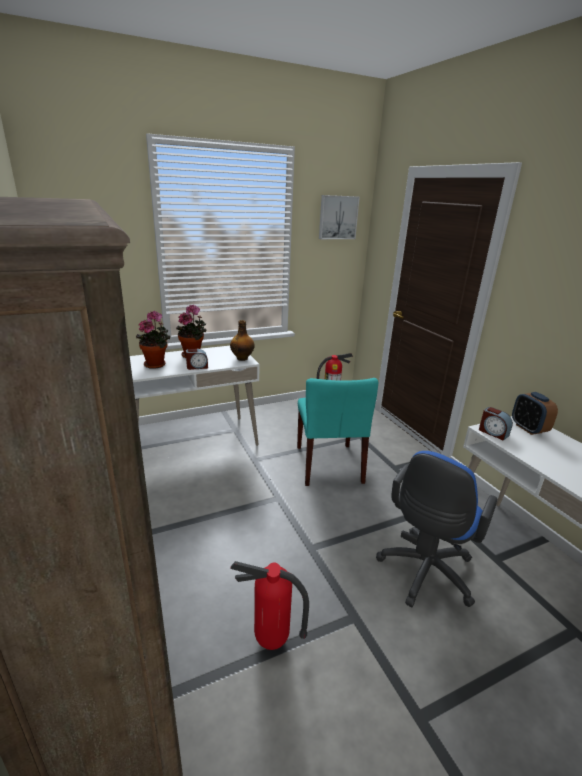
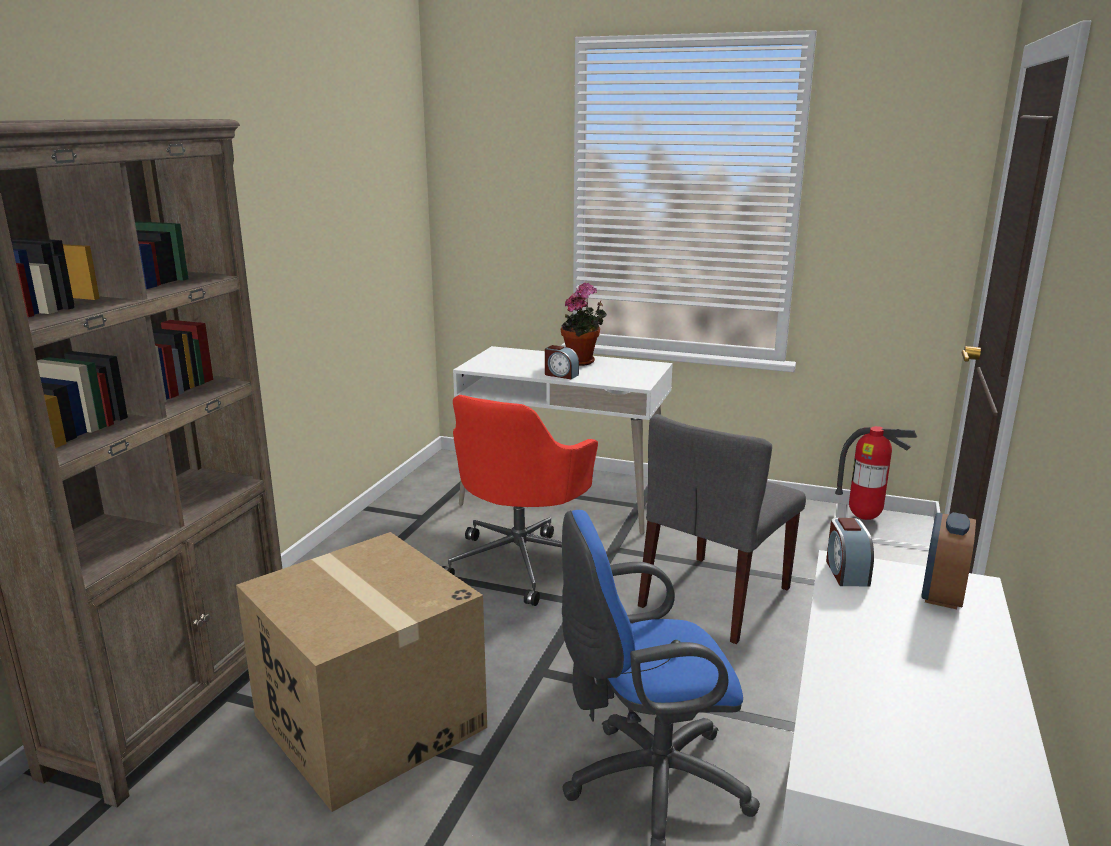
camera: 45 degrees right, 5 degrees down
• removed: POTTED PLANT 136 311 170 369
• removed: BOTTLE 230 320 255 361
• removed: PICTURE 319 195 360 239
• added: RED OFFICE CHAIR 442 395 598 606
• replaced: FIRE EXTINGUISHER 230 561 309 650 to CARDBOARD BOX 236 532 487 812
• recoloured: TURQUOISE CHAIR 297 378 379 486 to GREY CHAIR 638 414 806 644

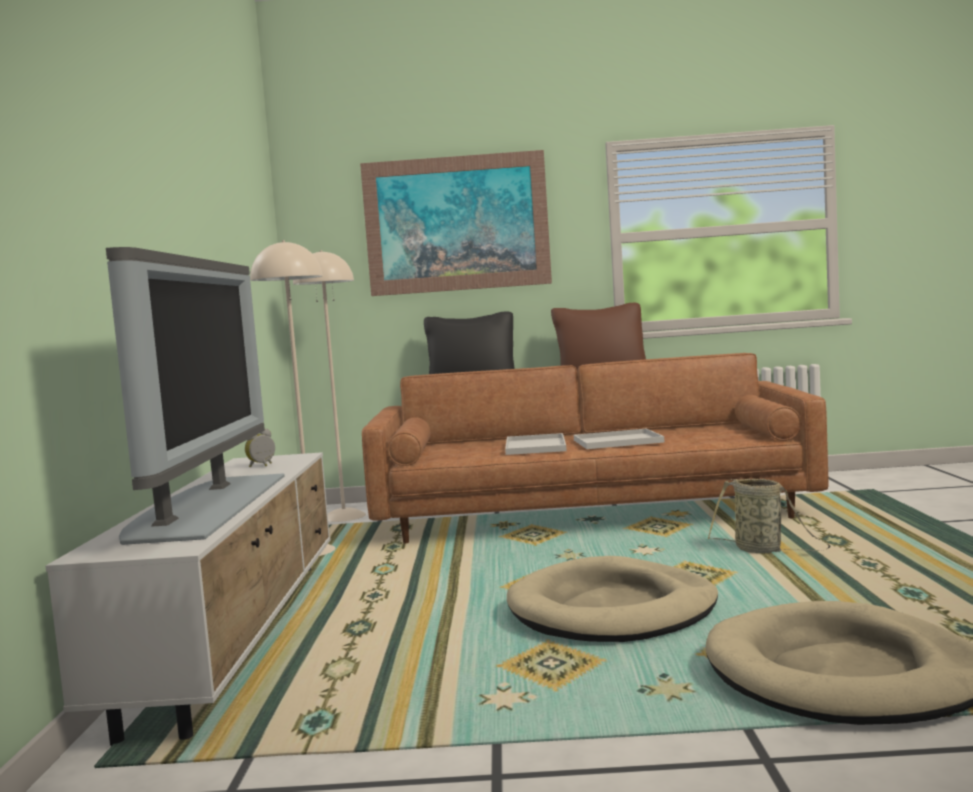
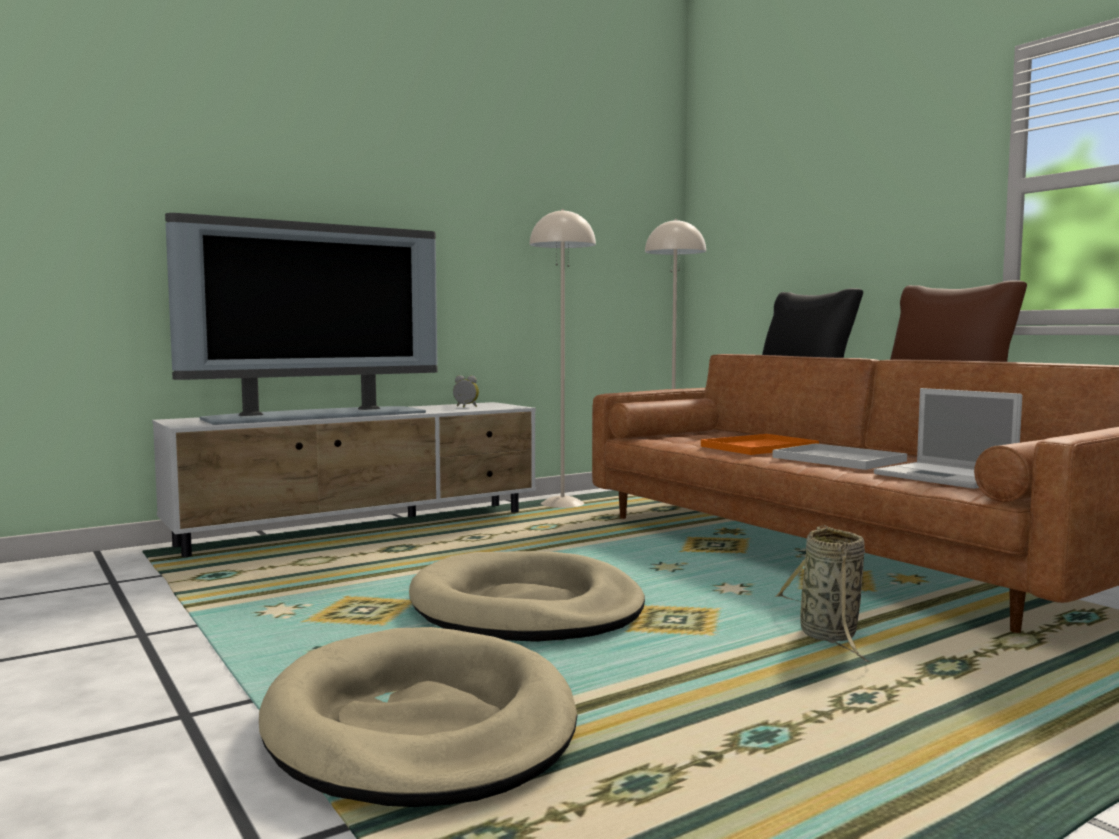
camera: 55 degrees right, 0 degrees up
• removed: PICTURE 360 150 552 296
• added: LAPTOP 874 388 1022 489
• recoloured: WHITE TRAY 505 433 567 455 to ORANGE TRAY 701 434 819 455

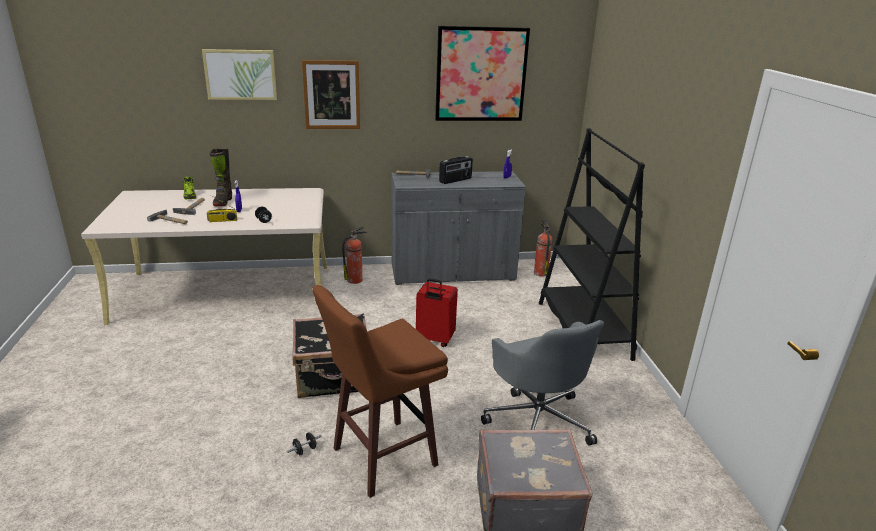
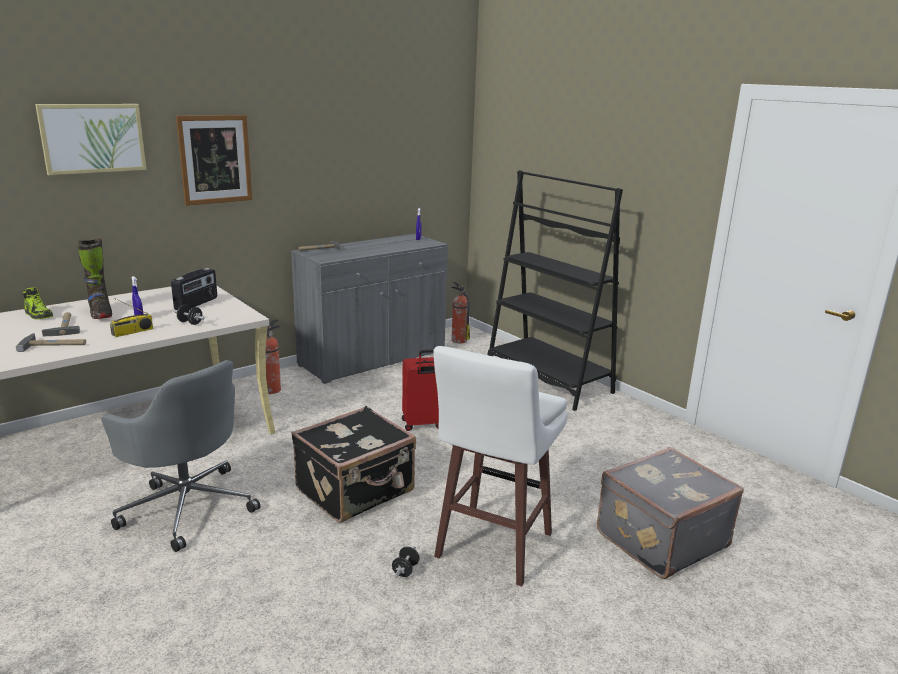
camera: 30 degrees left, 5 degrees down
• removed: PICTURE 435 26 530 121
• moved: RADIO 439 156 473 184 to 171 268 217 310
• moved: GREY OFFICE CHAIR 481 320 604 446 to 101 360 260 552
• recoloured: BROWN STOOL 312 285 448 498 to WHITE STOOL 433 346 568 587

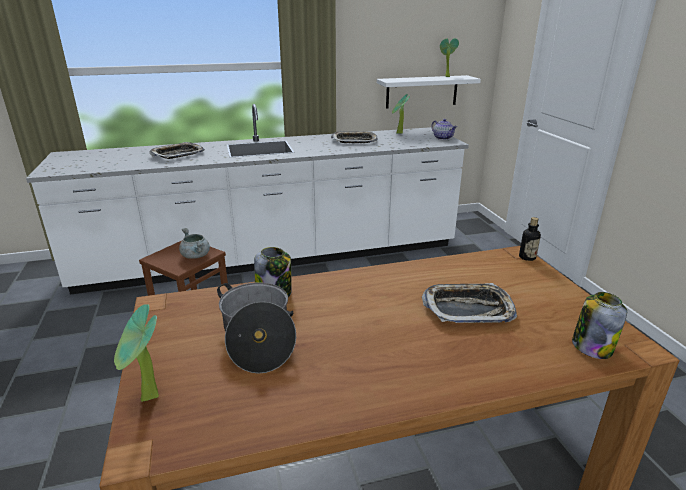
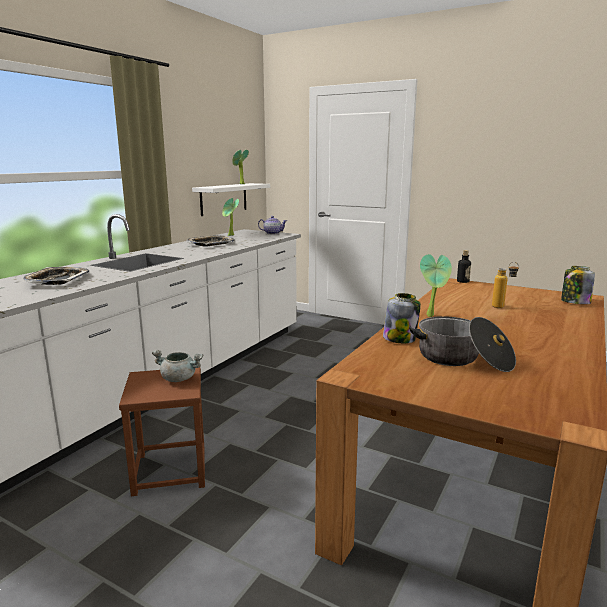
camera: 45 degrees left, 10 degrees down
• moved: POTTED PLANT 114 304 159 402 to 420 254 452 317
• replaced: TRAY 422 283 517 323 to BOTTLE 492 262 519 308

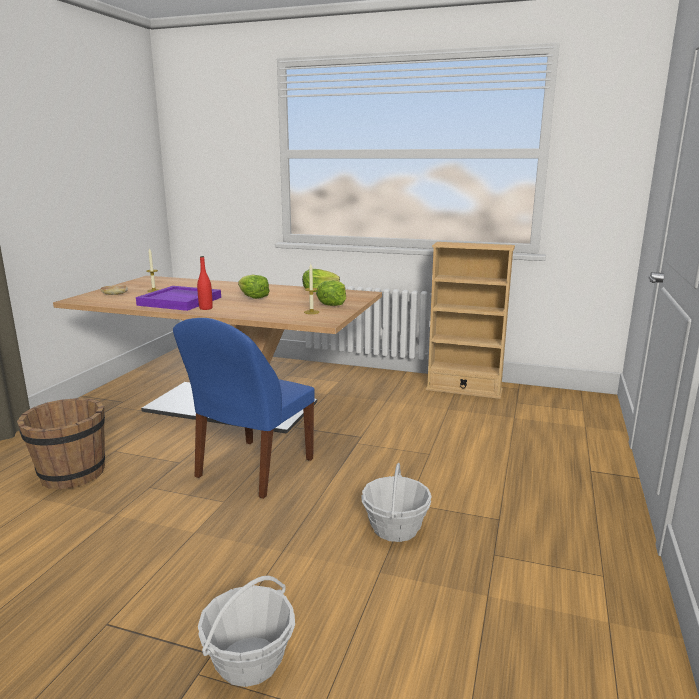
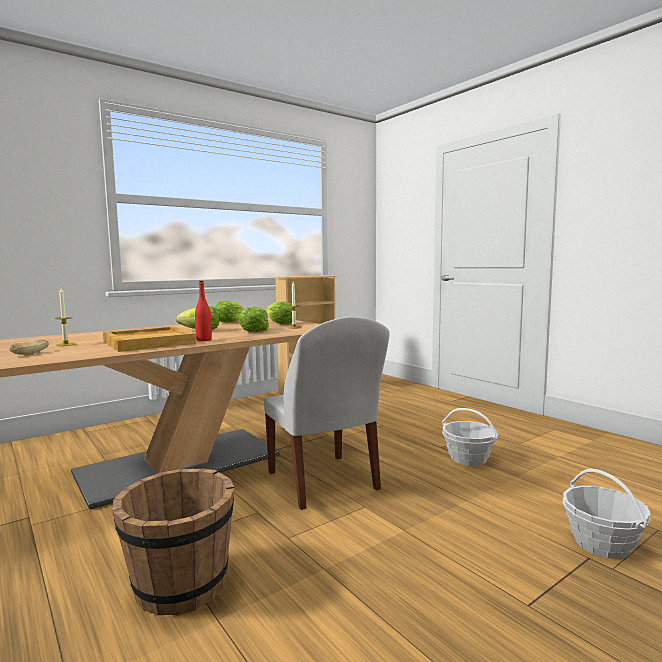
camera: 55 degrees left, 10 degrees down
• added: LETTUCE 239 307 269 332
• recoloured: PURPLE TRAY 136 286 221 311 to BEIGE TRAY 103 326 196 352
• recoloured: BLUE CHAIR 173 318 314 499 to WHITE CHAIR 264 317 390 510

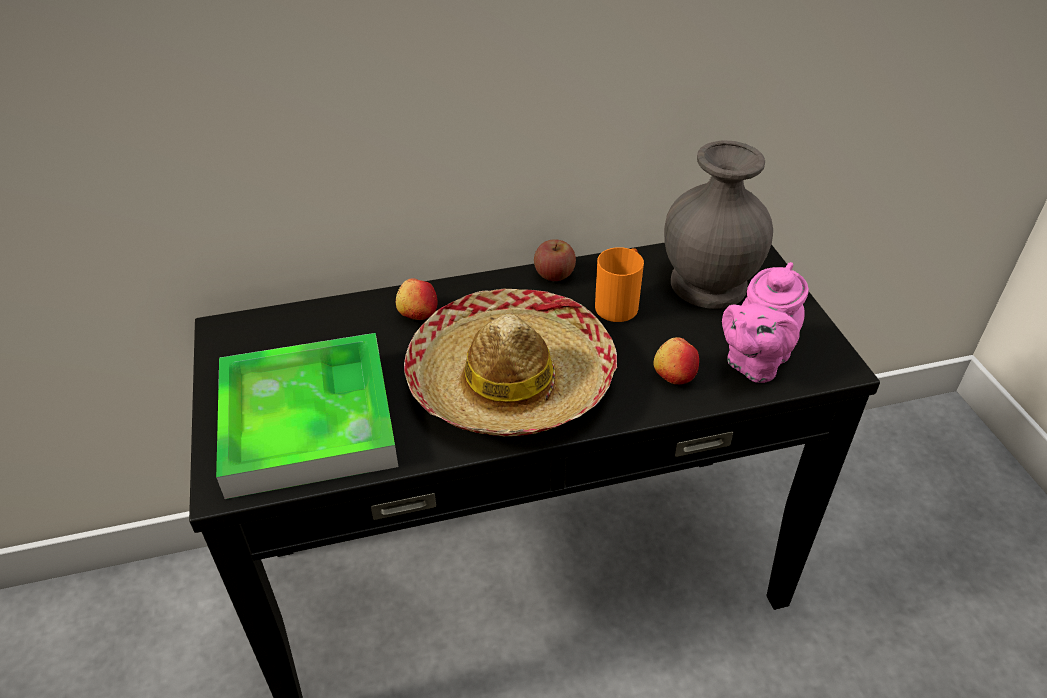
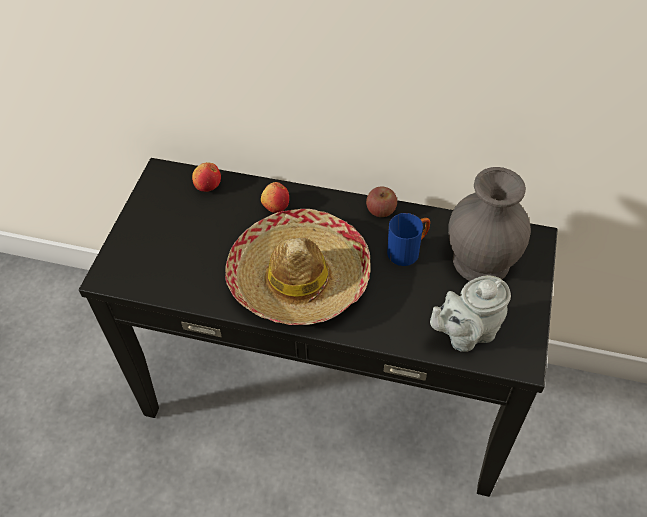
camera: 30 degrees right, 10 degrees up
• removed: TRAY 216 333 398 499
• moved: APPLE 654 337 699 385 to 192 162 221 192
• recoloured: ORANGE MUG 595 247 644 322 to BLUE MUG 387 213 430 266
• recoloured: PINK TEAPOT 722 262 809 383 to GREY TEAPOT 430 275 511 352

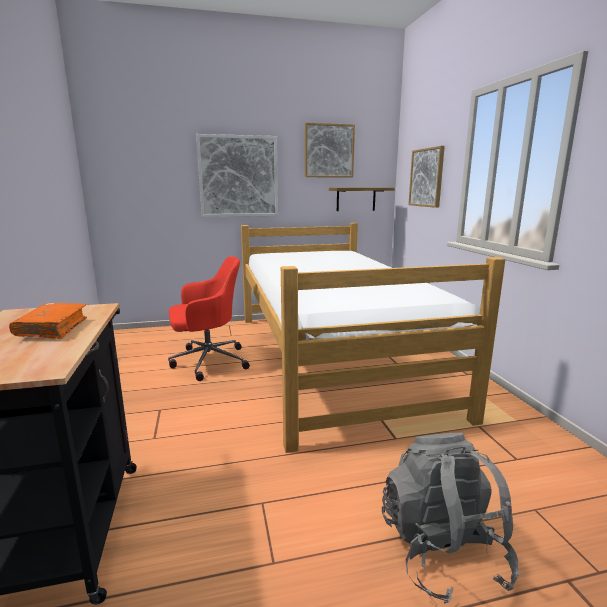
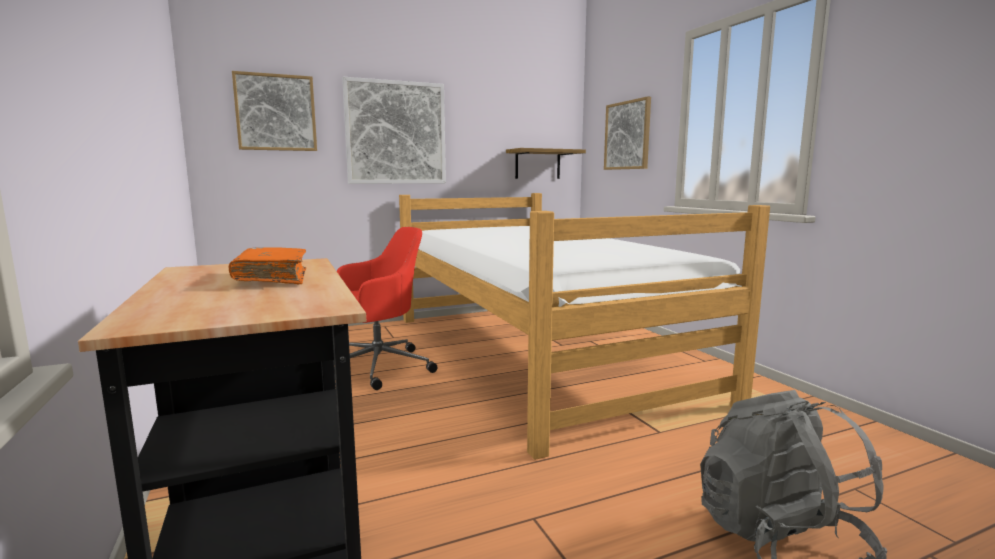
camera: 10 degrees left, 5 degrees down
• moved: PICTURE 305 123 355 178 to 232 71 317 151

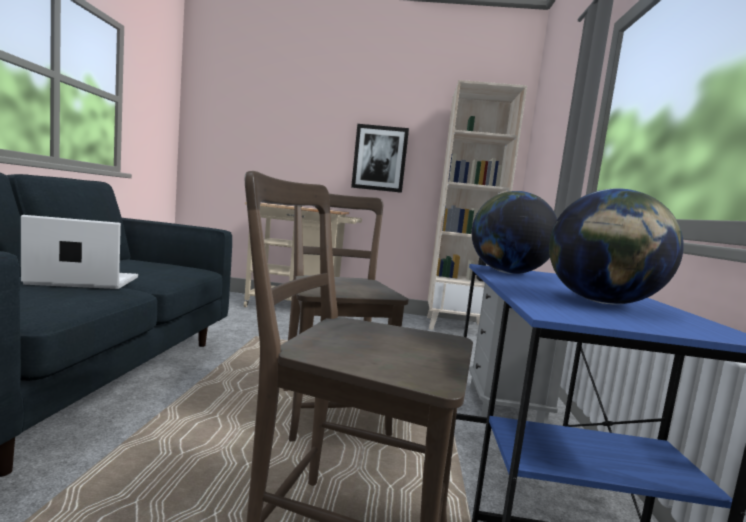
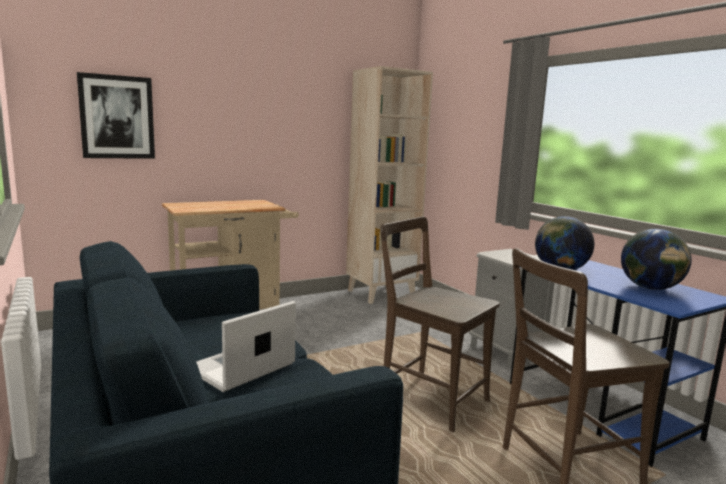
camera: 35 degrees left, 5 degrees up
• moved: PICTURE 351 124 409 193 to 77 72 155 159

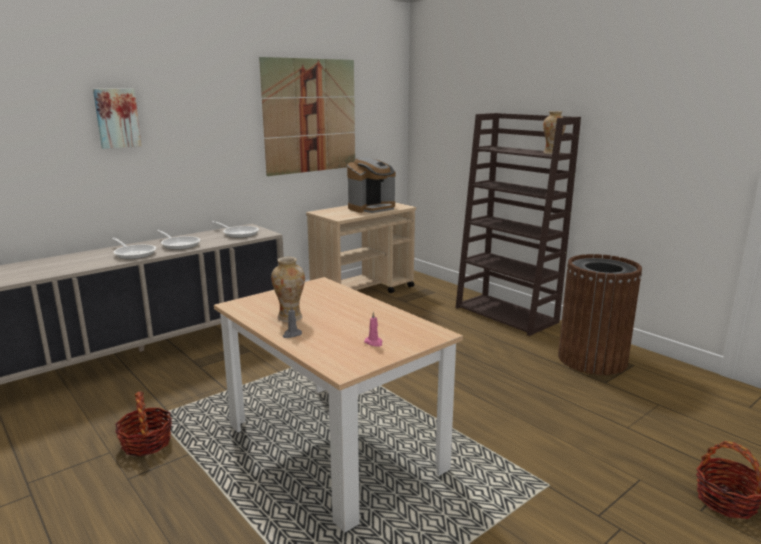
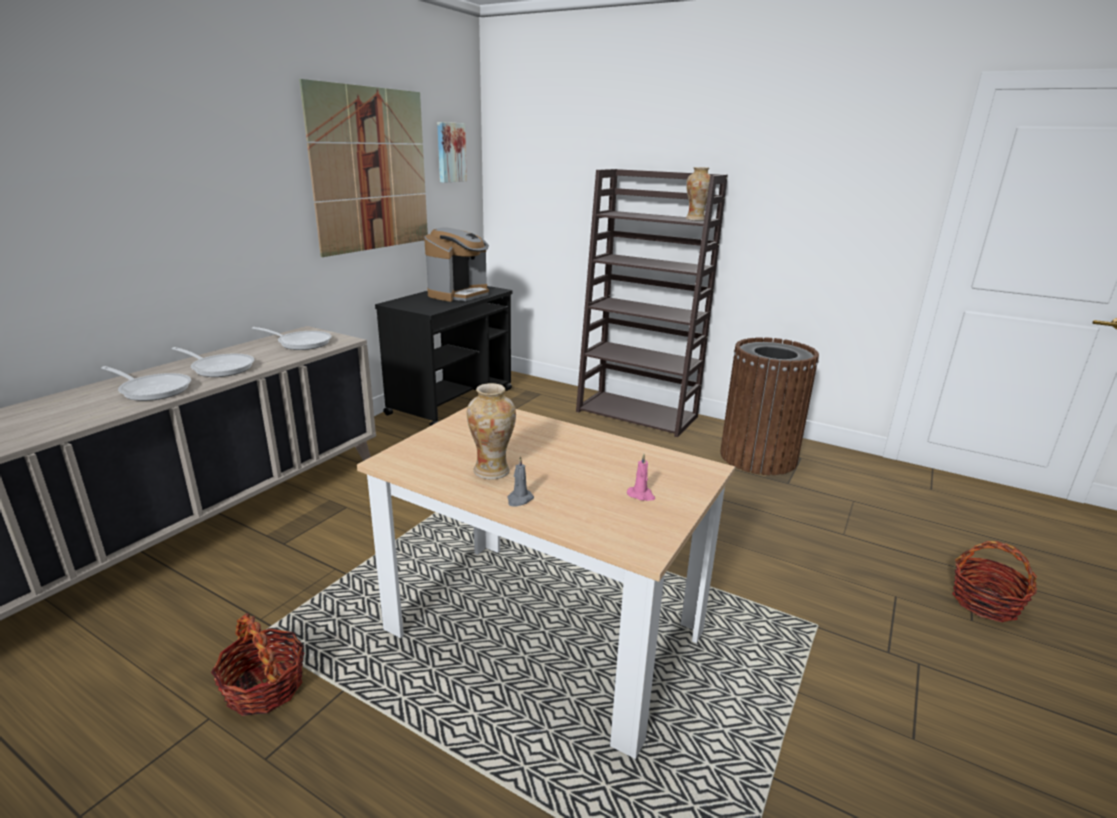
camera: 20 degrees left, 5 degrees up
• moved: PICTURE 93 89 142 149 to 437 122 467 183
• recoloured: BEIGE CART 306 202 416 293 to BLACK CART 375 286 512 426

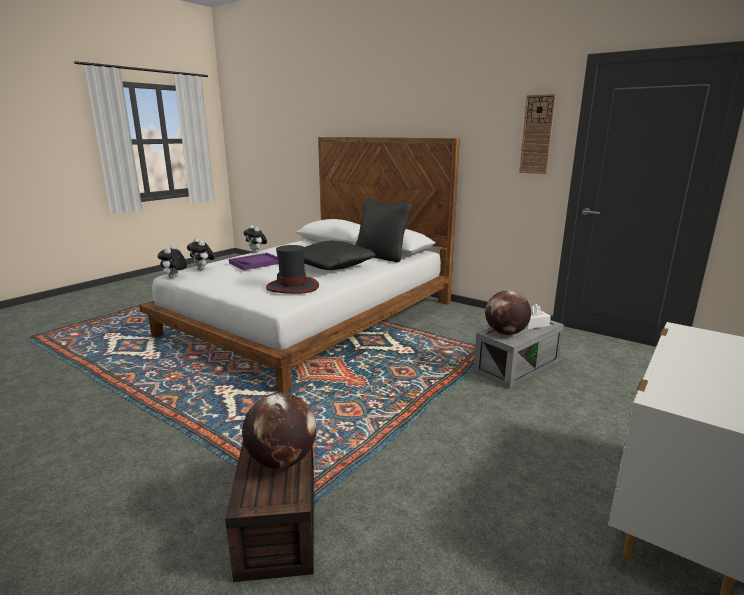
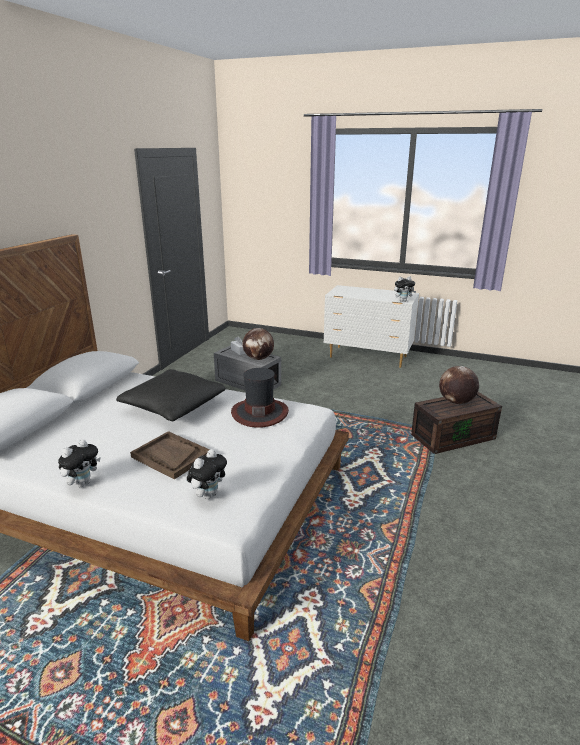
camera: 105 degrees left, 5 degrees up
• removed: BLACK PILLOW 355 198 412 262
• removed: WALL CLOCK 519 94 556 174
• moved: PLUSH TOY 158 244 187 278 to 394 277 416 302
• recoloured: PURPLE TRAY 229 253 278 270 to BROWN TRAY 130 431 210 480

